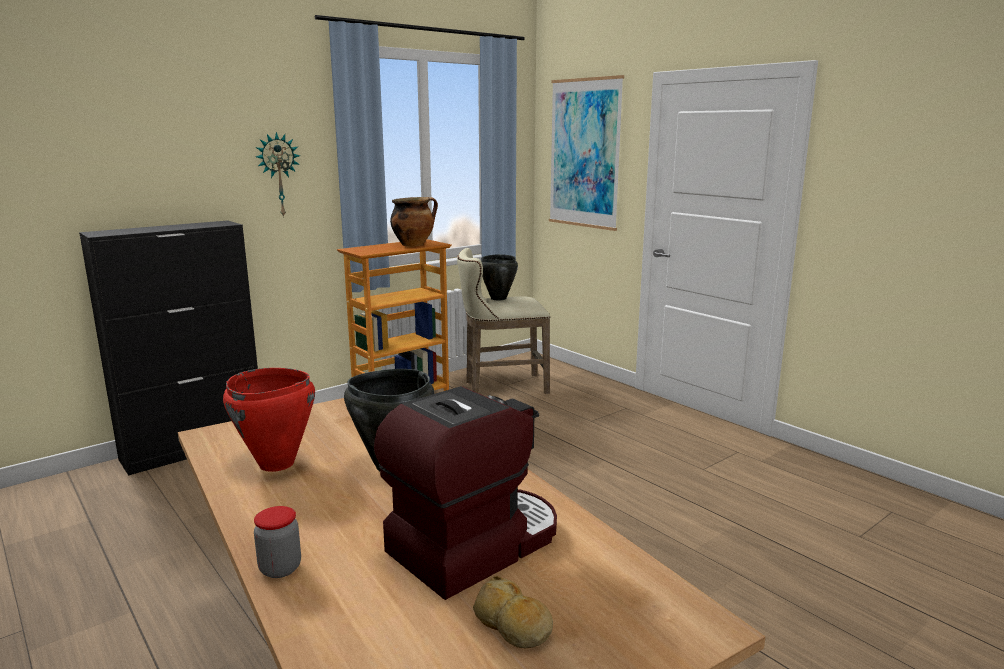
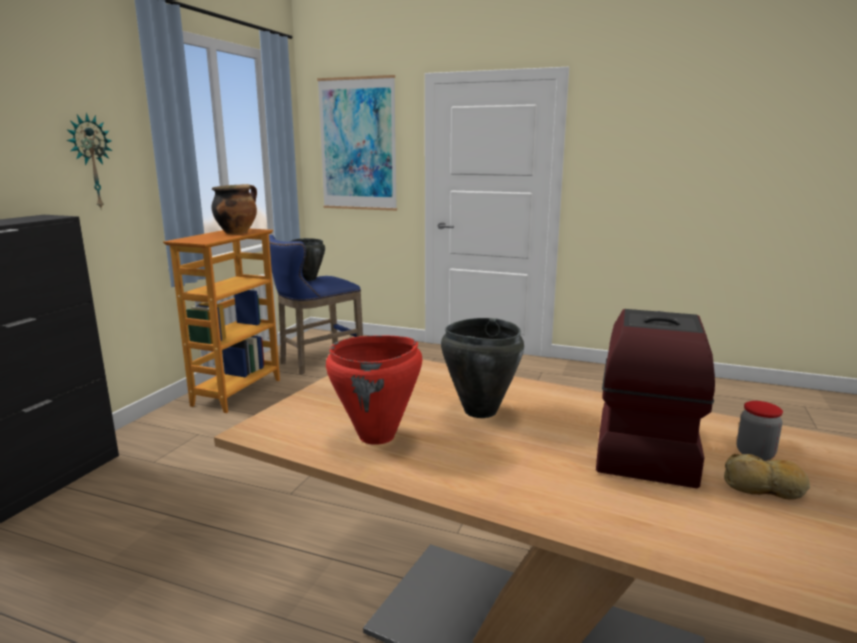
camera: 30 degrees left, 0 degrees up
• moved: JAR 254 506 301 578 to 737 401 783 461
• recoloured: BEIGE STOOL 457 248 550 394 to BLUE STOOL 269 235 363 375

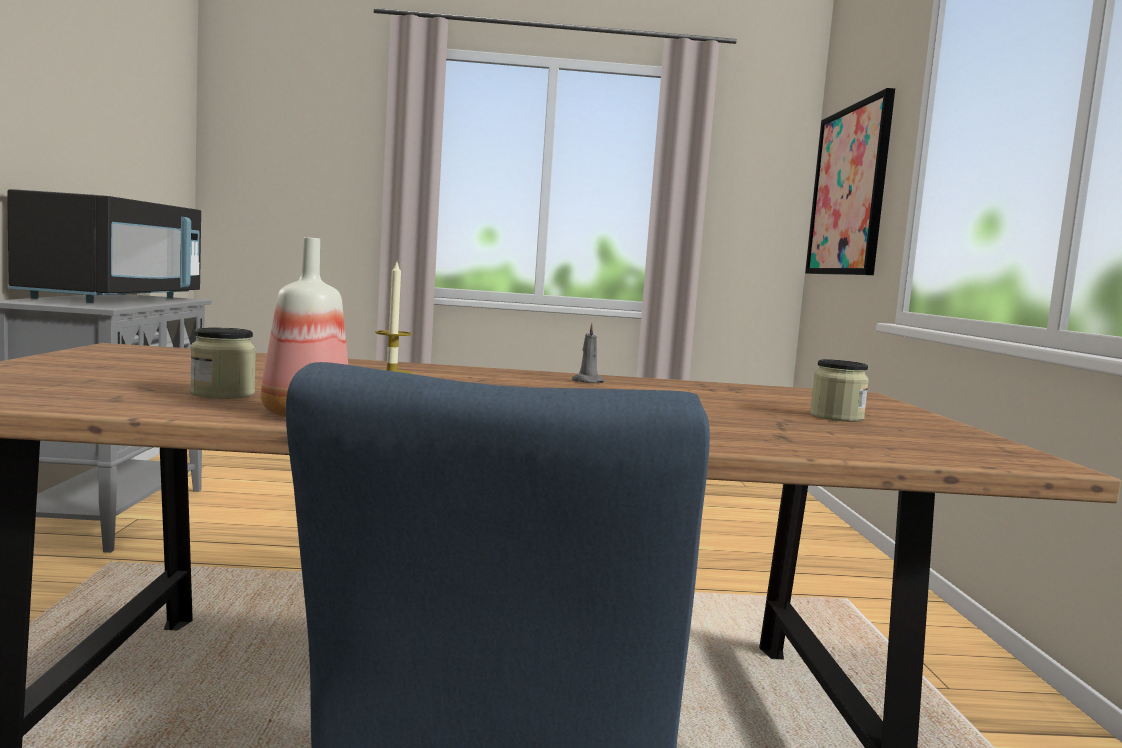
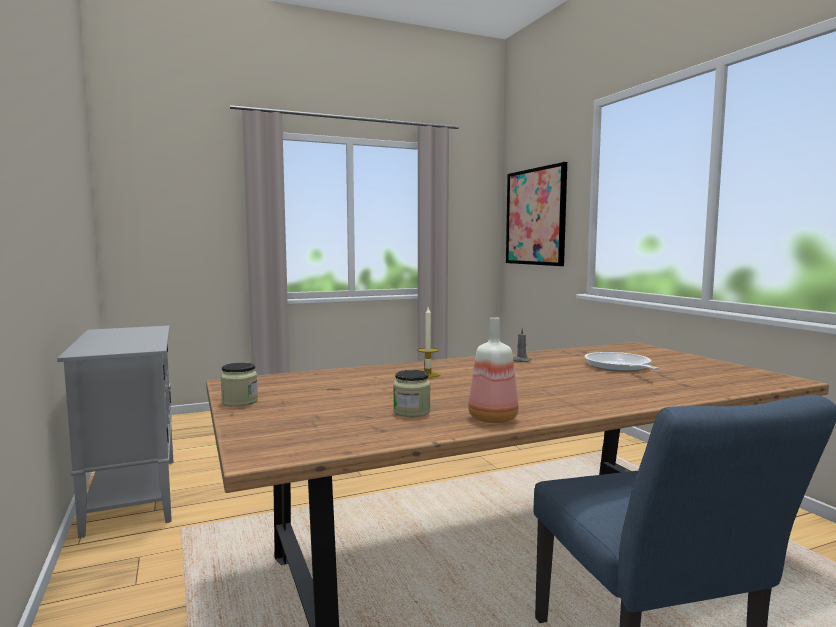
camera: 20 degrees left, 0 degrees up
• removed: BLACK MICROWAVE 7 189 201 303
• added: FRYING PAN 584 352 660 372
• moved: JAR 810 359 869 422 to 220 363 258 407

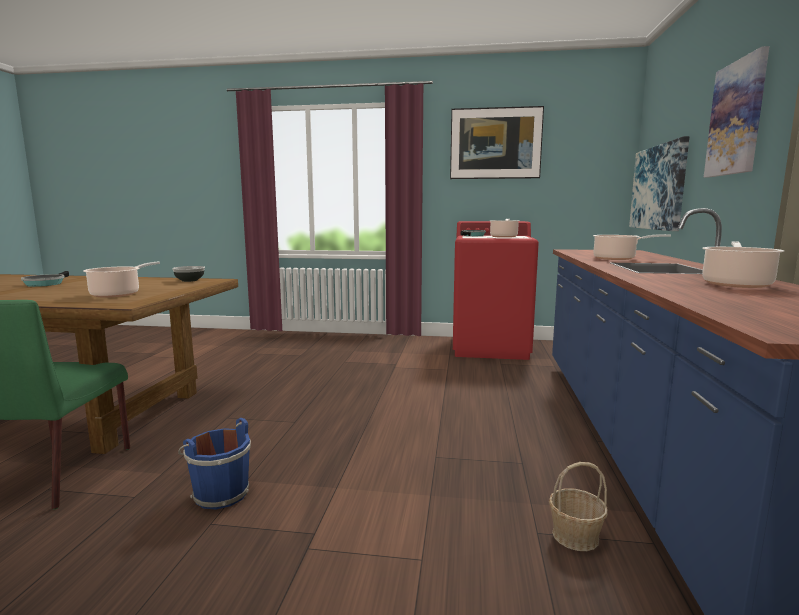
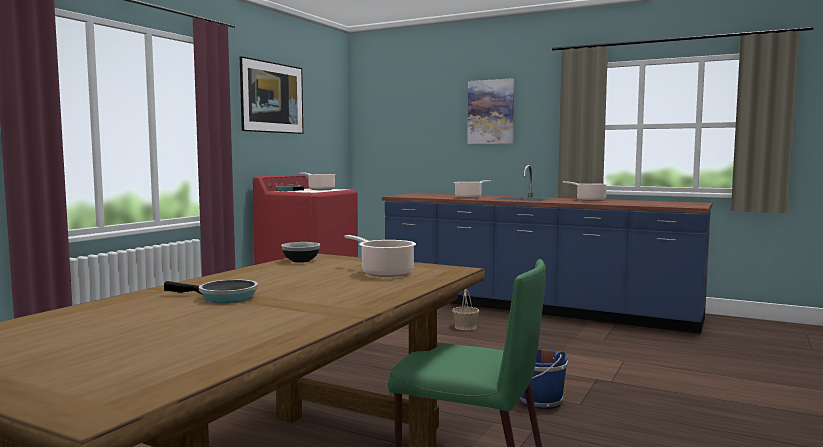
camera: 70 degrees left, 5 degrees down
• removed: PICTURE 629 136 690 231
• moved: BASKET 549 462 608 551 to 452 289 479 330

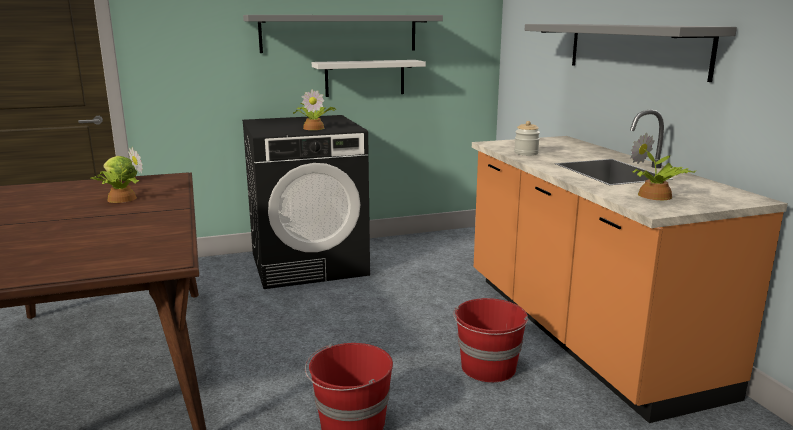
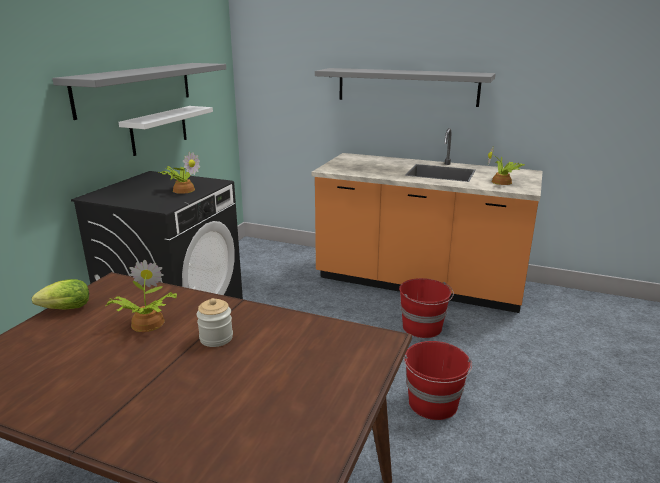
camera: 50 degrees left, 5 degrees up
• moved: JAR 514 121 540 156 to 196 298 233 347

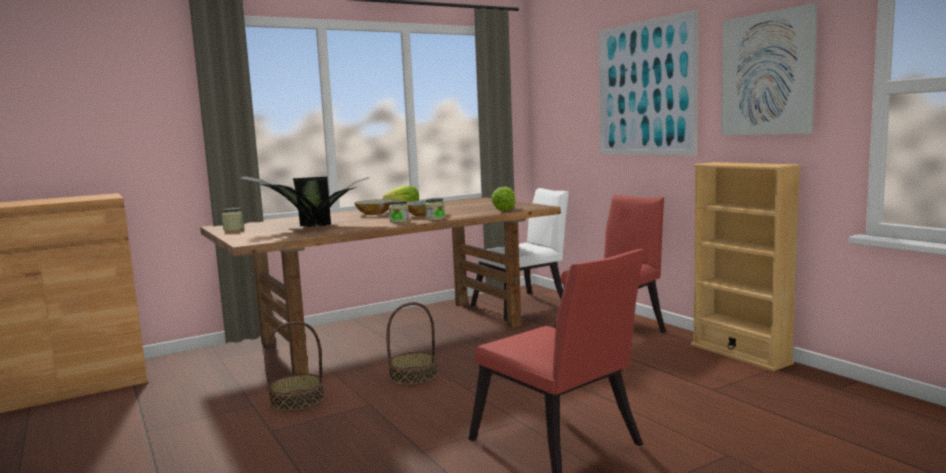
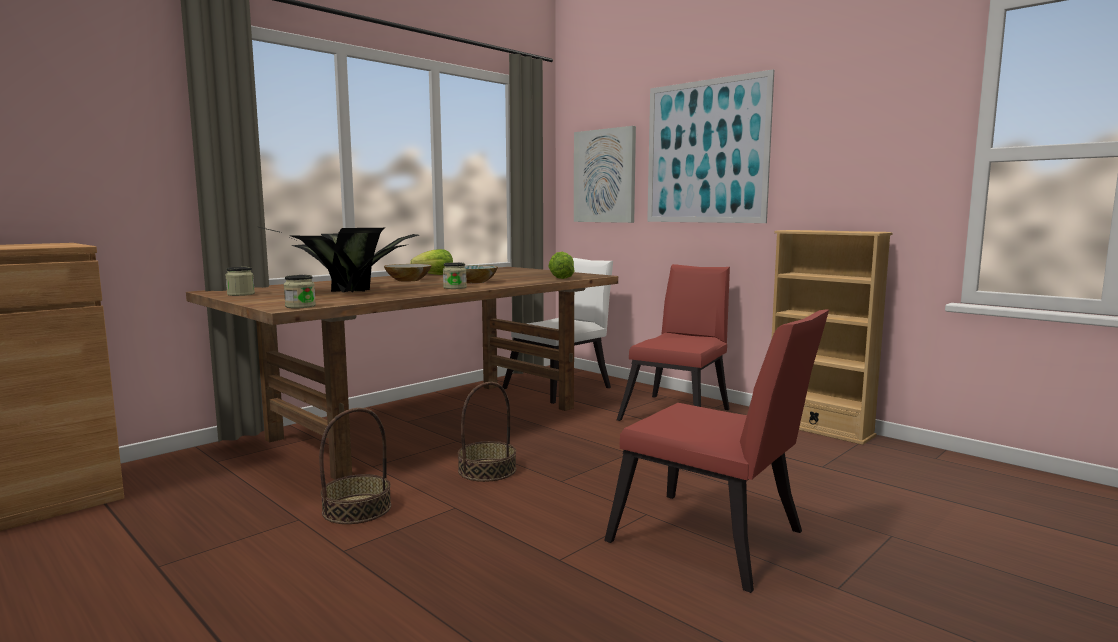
camera: 15 degrees left, 0 degrees up
• moved: JAR 425 198 445 221 to 284 275 316 308
• moved: PICTURE 721 3 818 135 to 574 126 636 223

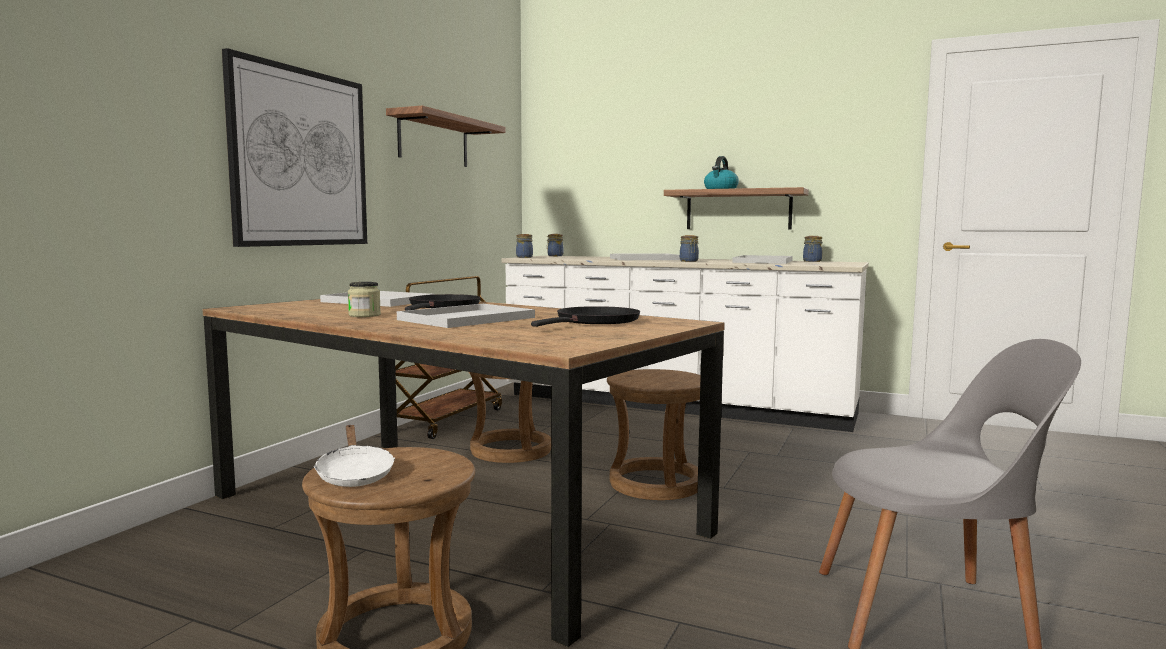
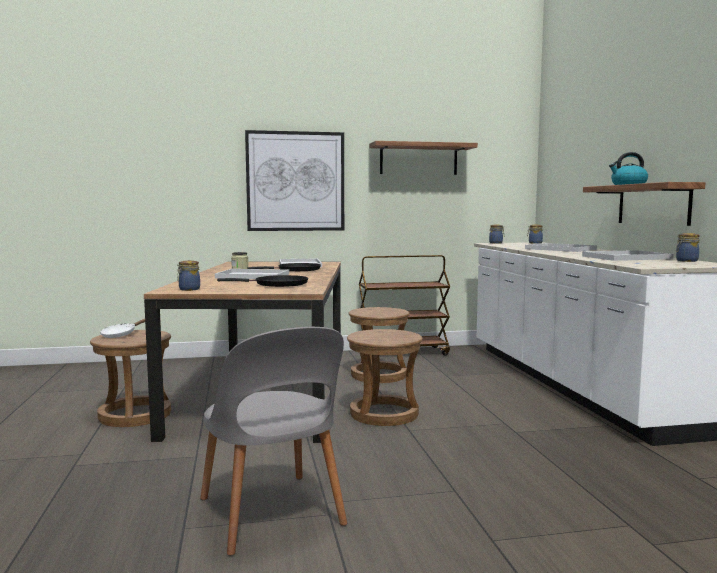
camera: 55 degrees right, 0 degrees up
• moved: JAR 680 235 699 262 to 177 260 200 291

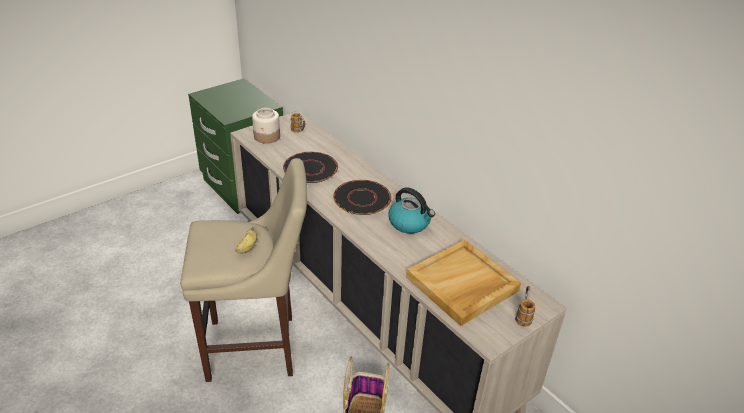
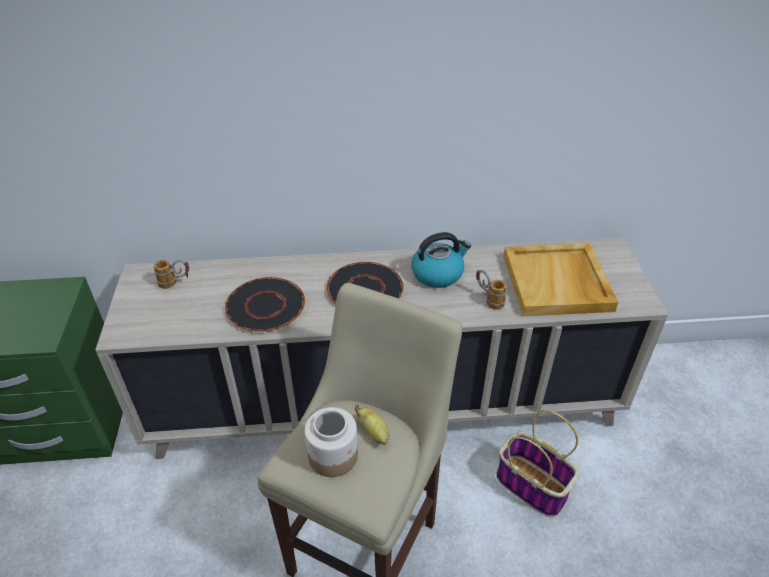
camera: 55 degrees left, 5 degrees up
• moved: JAR 252 108 280 144 to 304 407 358 477
• moved: MUG 515 286 535 327 to 476 270 507 310

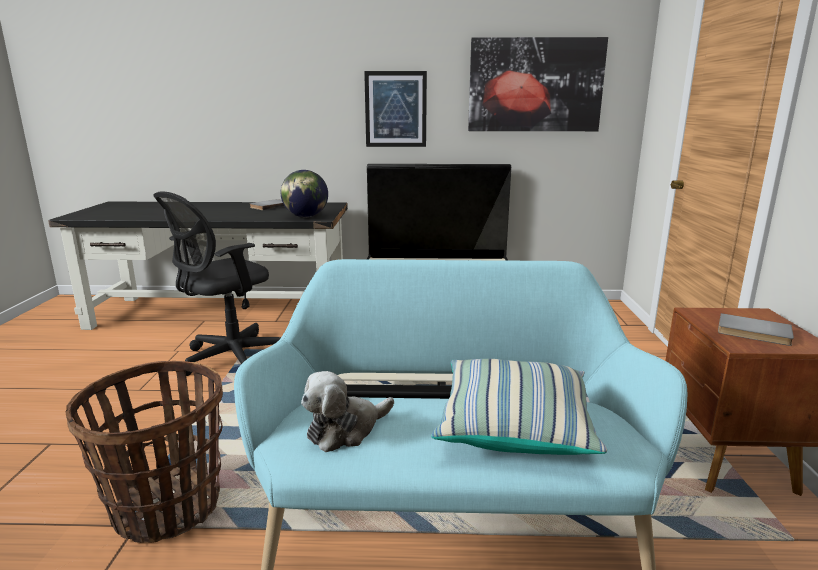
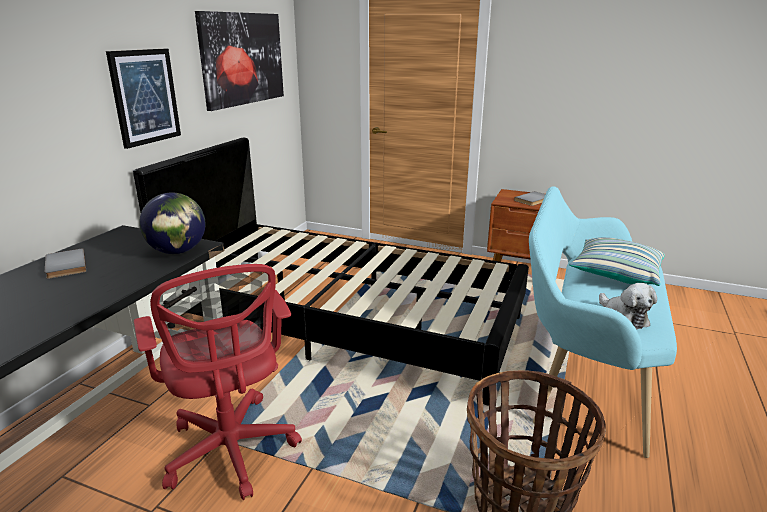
camera: 70 degrees left, 5 degrees up
• recoloured: BLACK OFFICE CHAIR 153 191 281 376 to RED OFFICE CHAIR 134 264 302 500

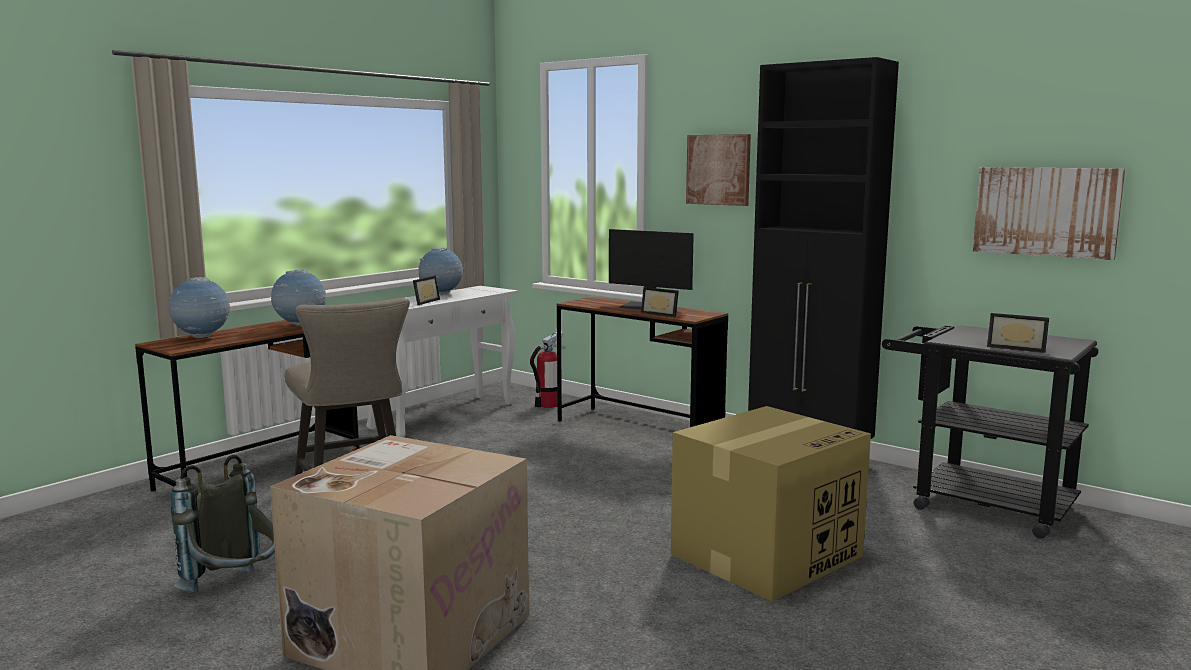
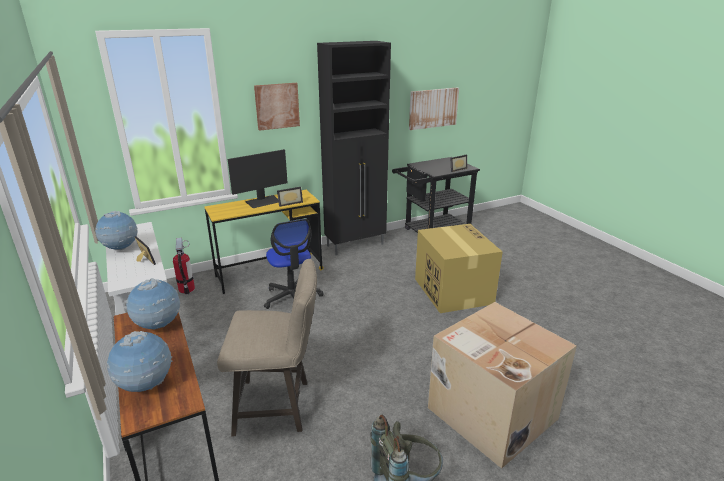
camera: 65 degrees left, 15 degrees up
• added: OFFICE CHAIR 264 219 323 309
• recoloured: BROWN DESK 557 296 728 427 to YELLOW DESK 204 190 324 294

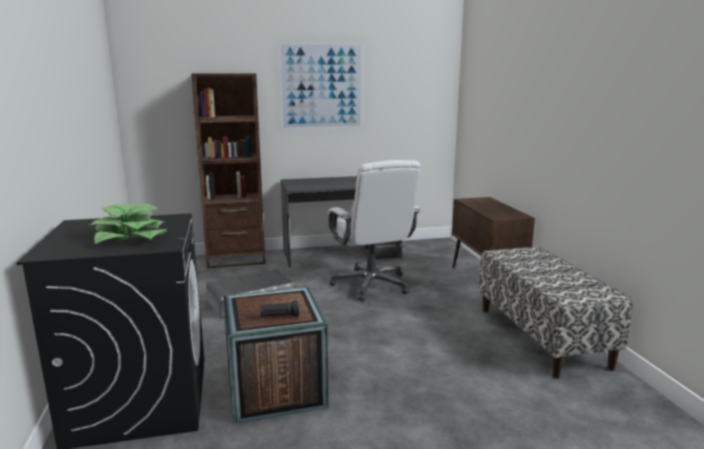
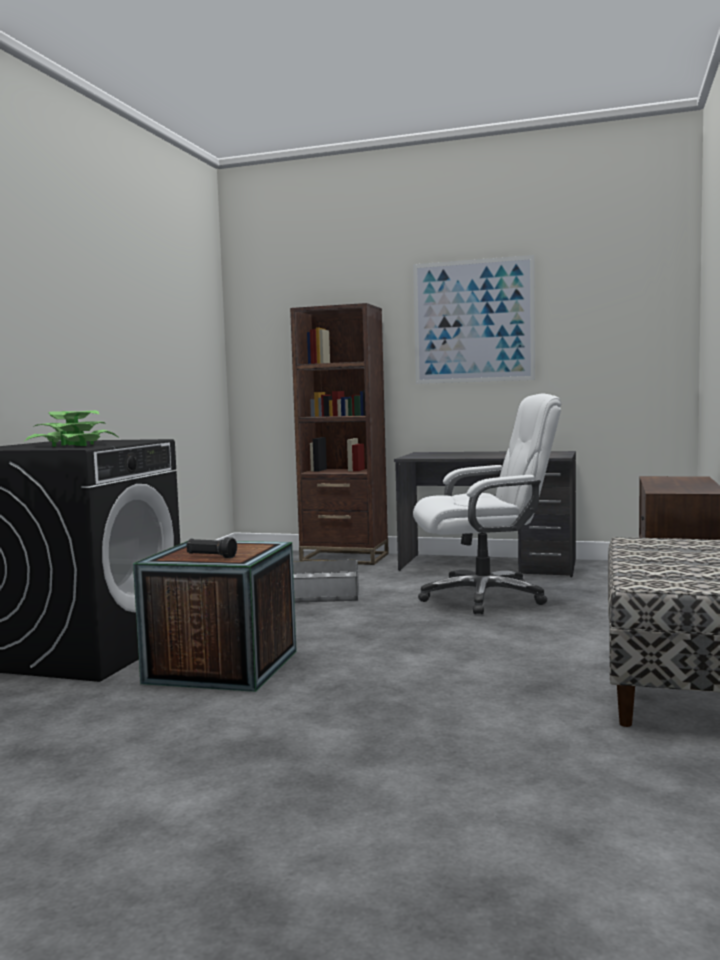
camera: 30 degrees right, 10 degrees down
• turned: WHITE OFFICE CHAIR 328 160 421 301 = 413 393 562 614 105 degrees counterclockwise

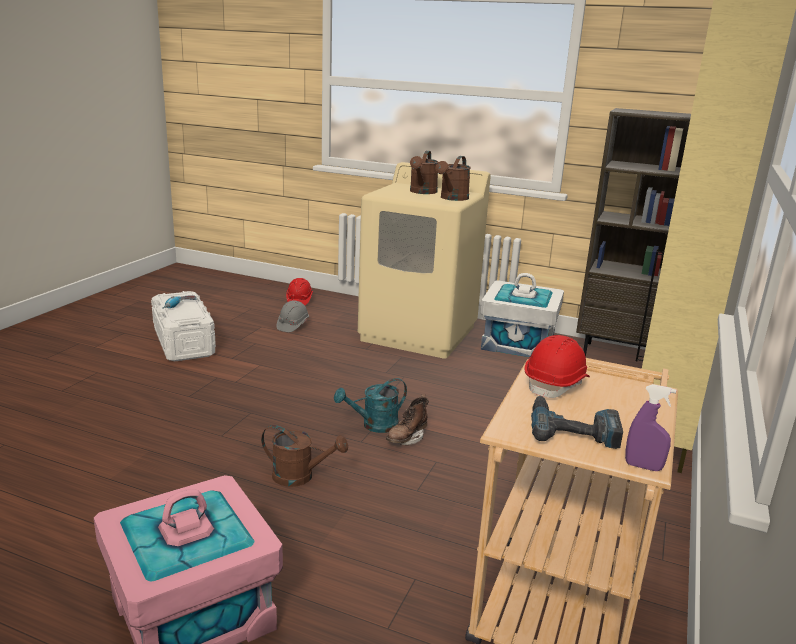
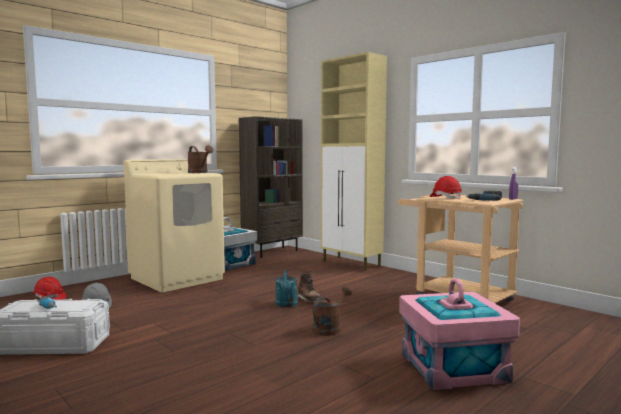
camera: 65 degrees left, 15 degrees down
• removed: BROWN WATERING CAN 410 151 439 194

